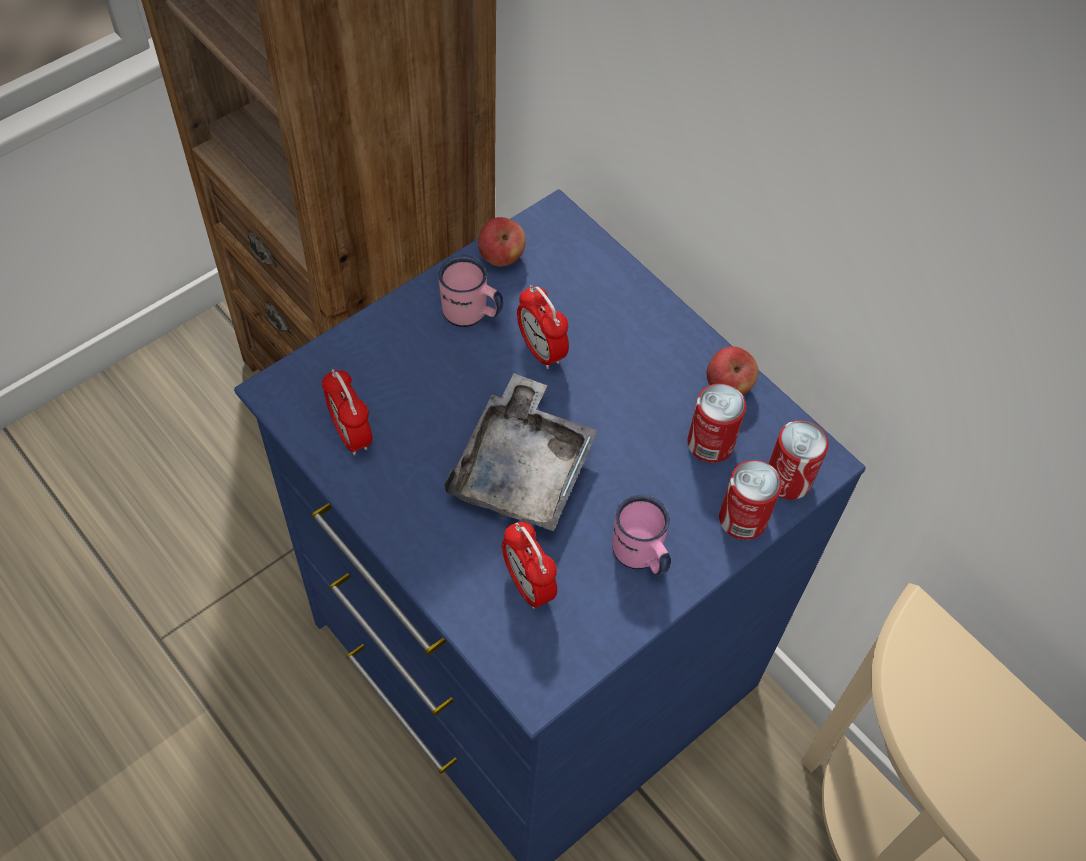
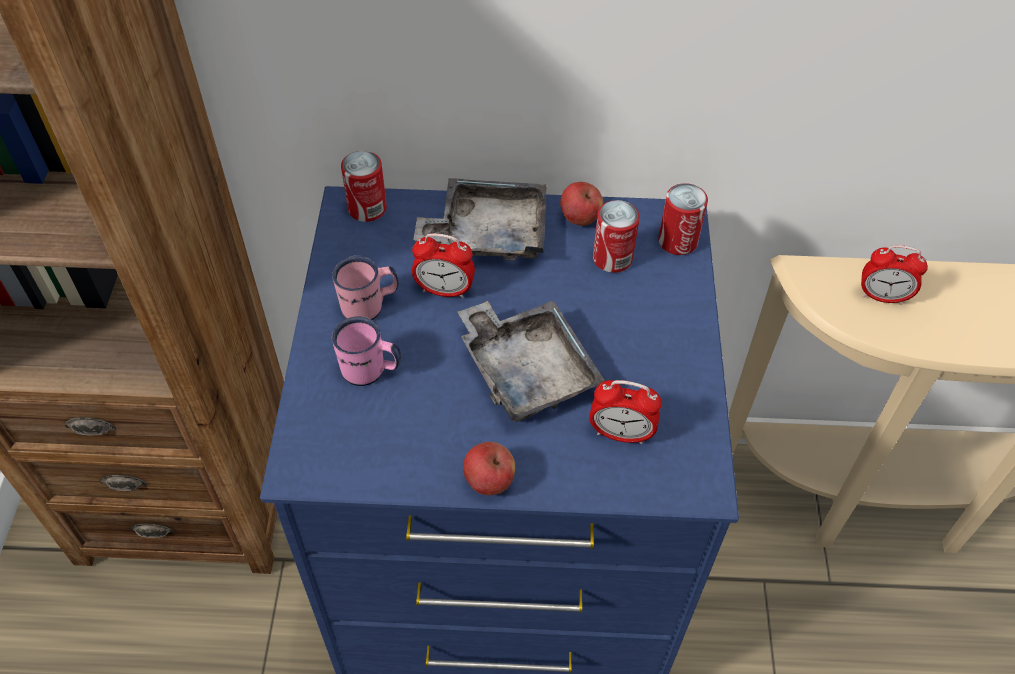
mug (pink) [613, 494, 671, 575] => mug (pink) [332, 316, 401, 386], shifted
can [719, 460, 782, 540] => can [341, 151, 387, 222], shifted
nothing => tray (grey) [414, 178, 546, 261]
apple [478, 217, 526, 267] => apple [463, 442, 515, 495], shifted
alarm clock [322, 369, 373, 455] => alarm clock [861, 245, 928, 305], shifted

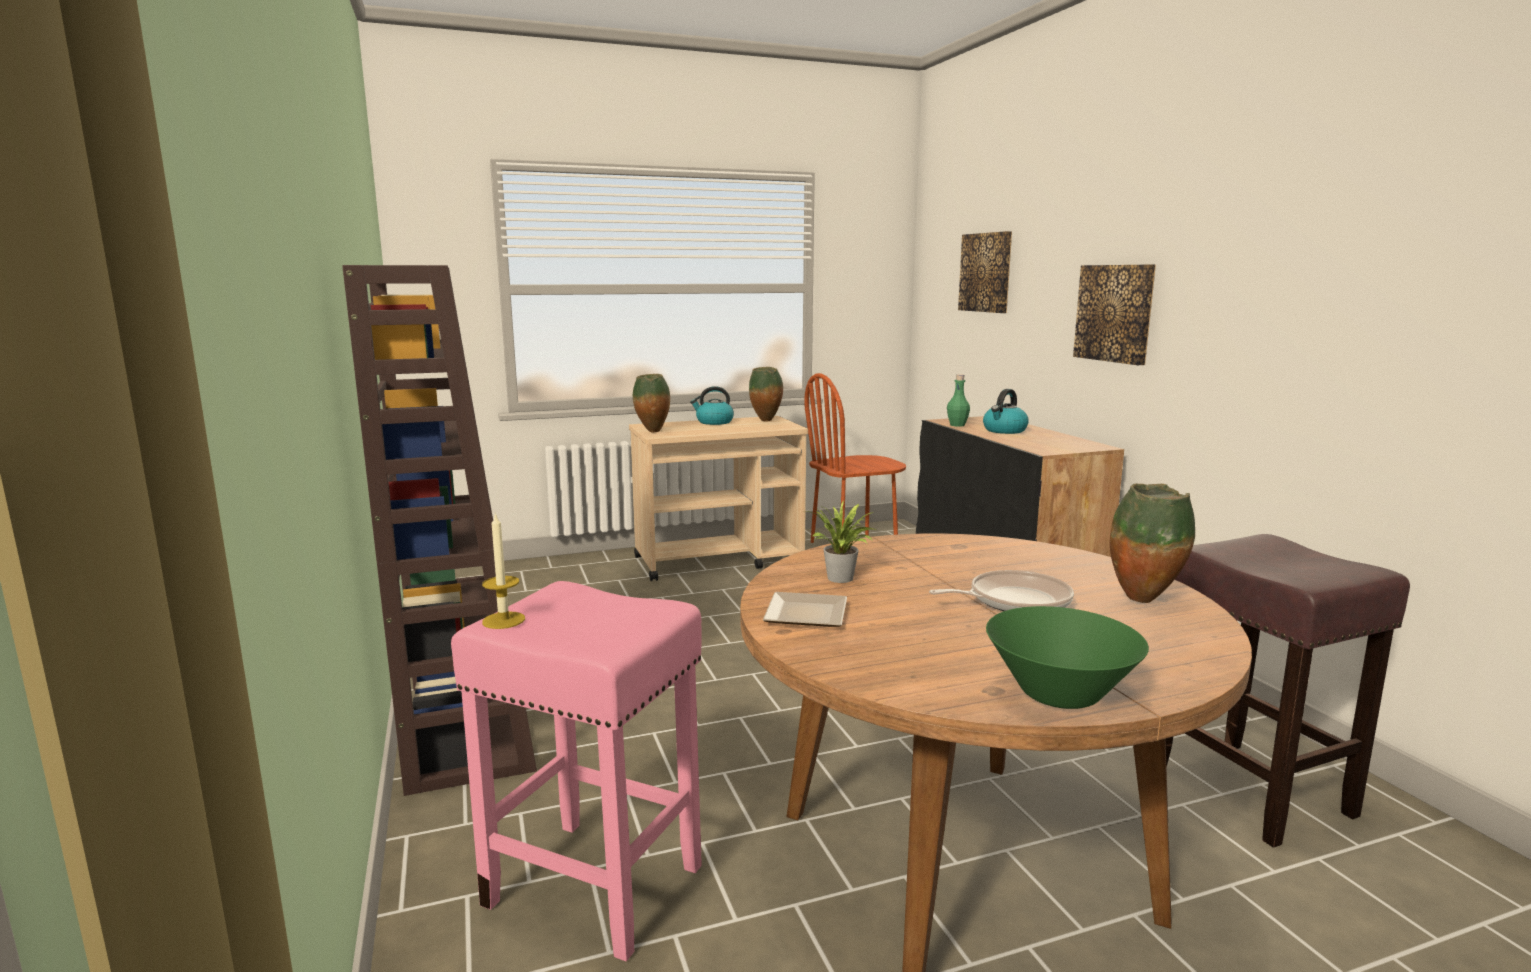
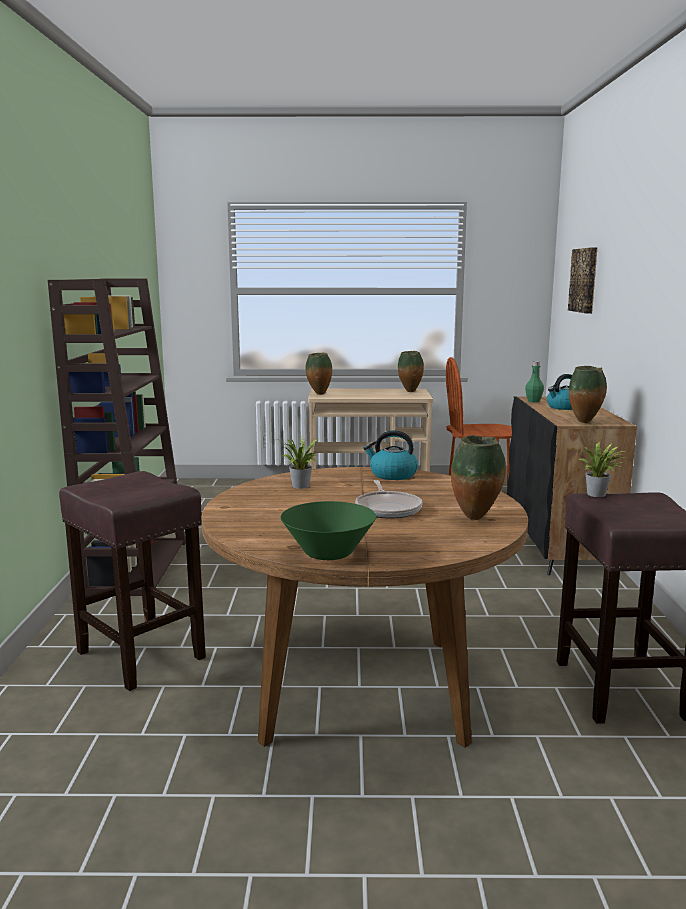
stool (pink) [451, 581, 702, 962] => stool (brown) [59, 471, 206, 691]
frying pan [929, 570, 1074, 611] => frying pan [355, 480, 423, 519], 75 degrees clockwise
kettle [690, 386, 734, 425] => kettle [363, 430, 418, 480], shifted
nothing => vase [569, 366, 607, 423]
nothing => potted plant [579, 442, 626, 497]
candle [482, 512, 525, 629] => nothing
plate [763, 592, 847, 627] => nothing
picture [1073, 264, 1156, 365] => nothing

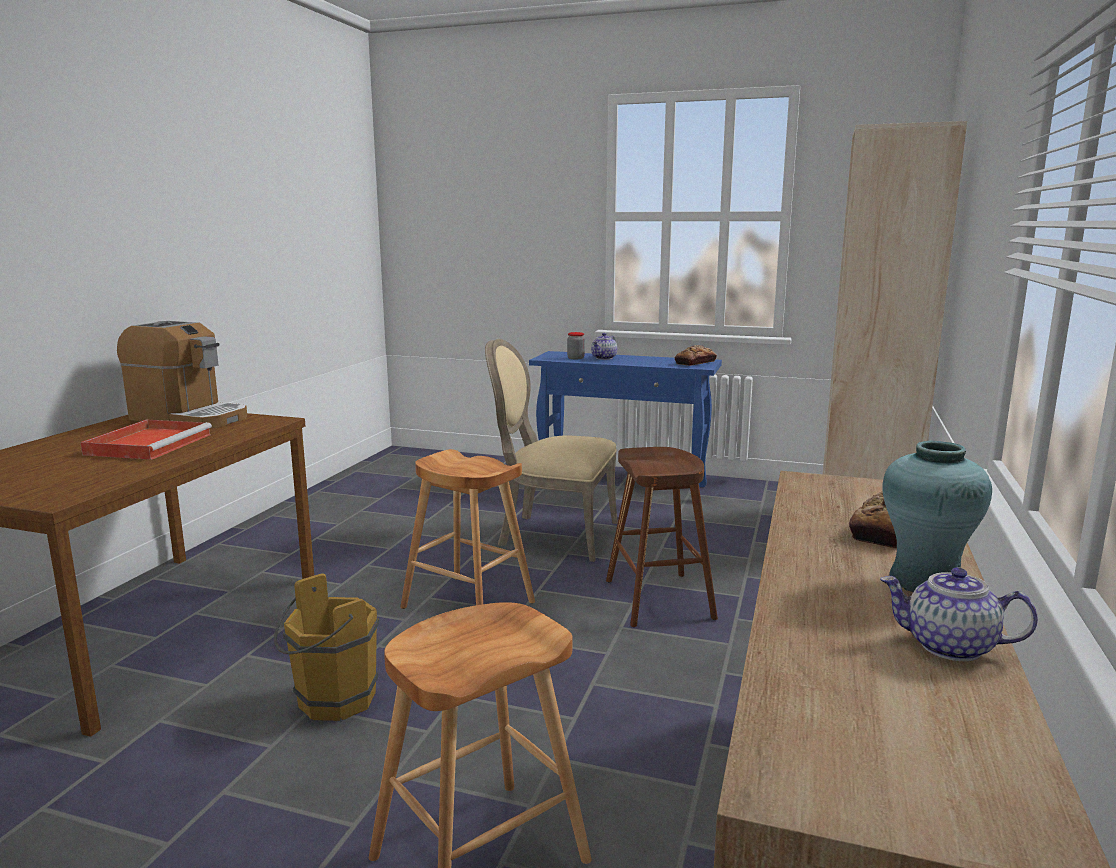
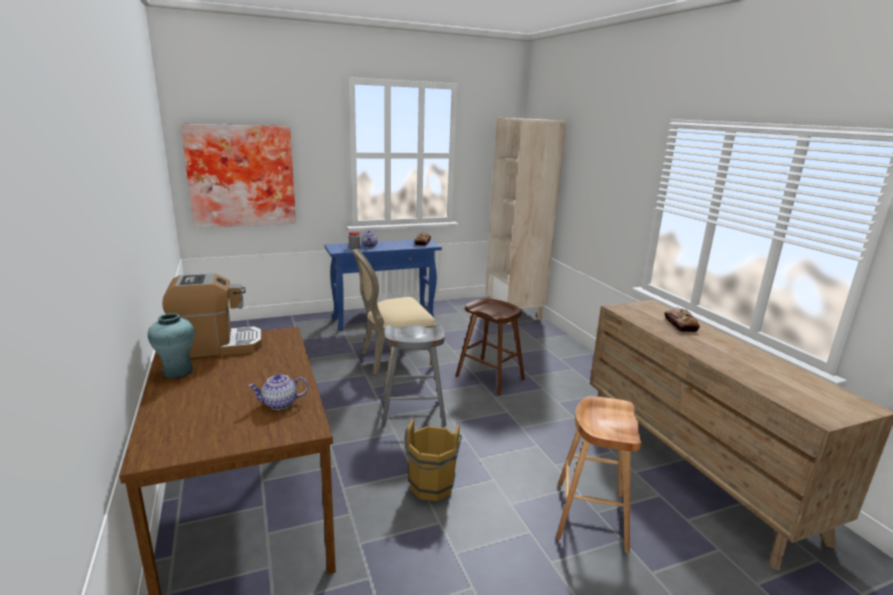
vase (turquoise) [883, 441, 992, 592] => vase (turquoise) [148, 313, 195, 378], shifted
nothing => picture [181, 124, 296, 228]
teapot [880, 567, 1038, 661] => teapot [248, 374, 308, 410], shifted
stool (brown) [400, 449, 535, 609] => stool (grey) [381, 325, 446, 428]
tray (red) [80, 420, 212, 460] => nothing

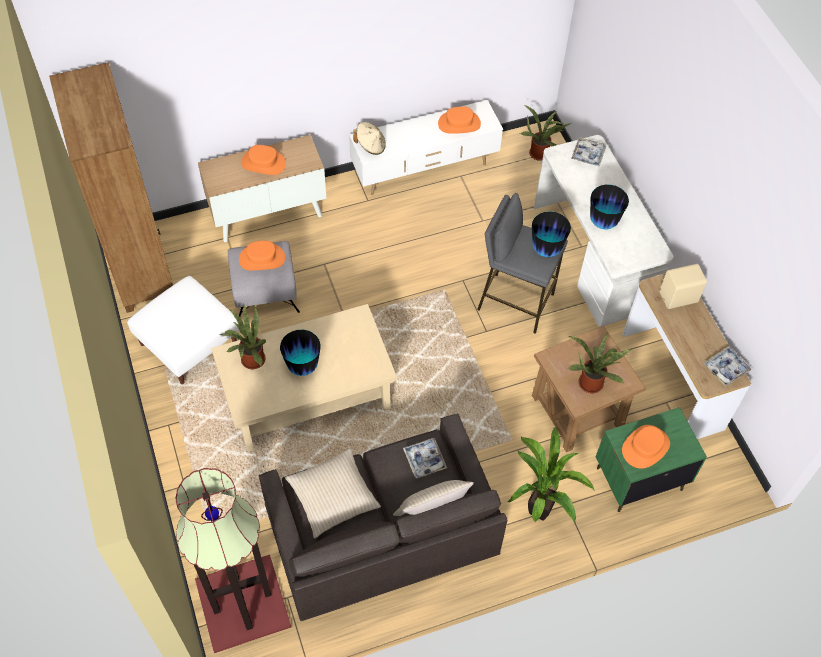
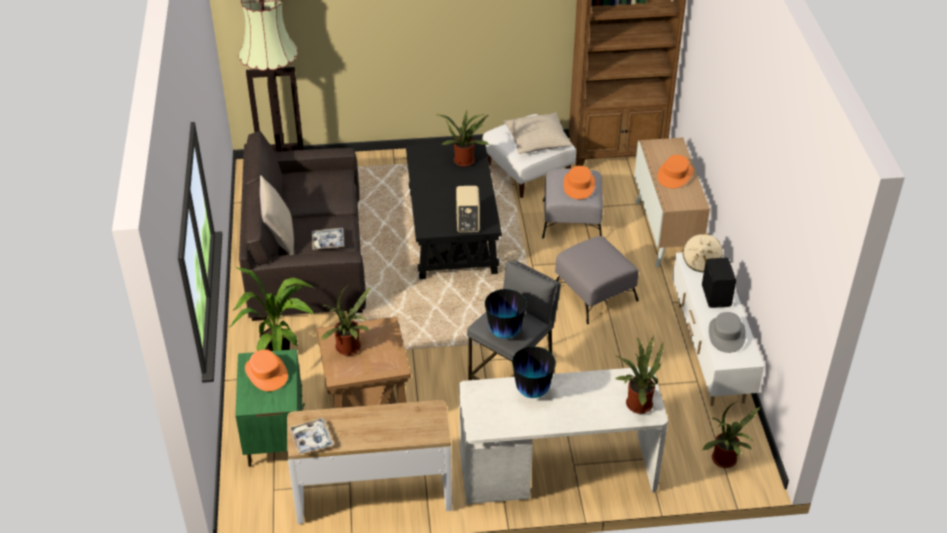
coffee table (beige) [211, 304, 397, 452] => coffee table (black) [406, 143, 502, 279]
speaker (beige) [660, 264, 707, 309] => speaker (beige) [456, 186, 480, 232], shifted
pillow (beige) [285, 448, 381, 538] => pillow (beige) [504, 112, 572, 154], shifted
nothing => ottoman (grey) [555, 236, 639, 324]
tray [571, 137, 607, 167] => potted plant [615, 336, 663, 414]
nothing => speaker (black) [702, 258, 736, 308]
hat (orange) [438, 107, 481, 134] => hat (grey) [709, 312, 746, 353]
vase [280, 330, 320, 376] => nothing

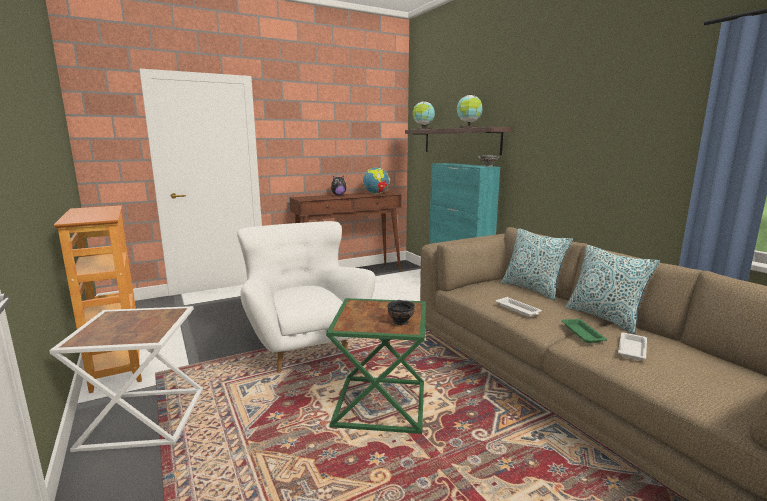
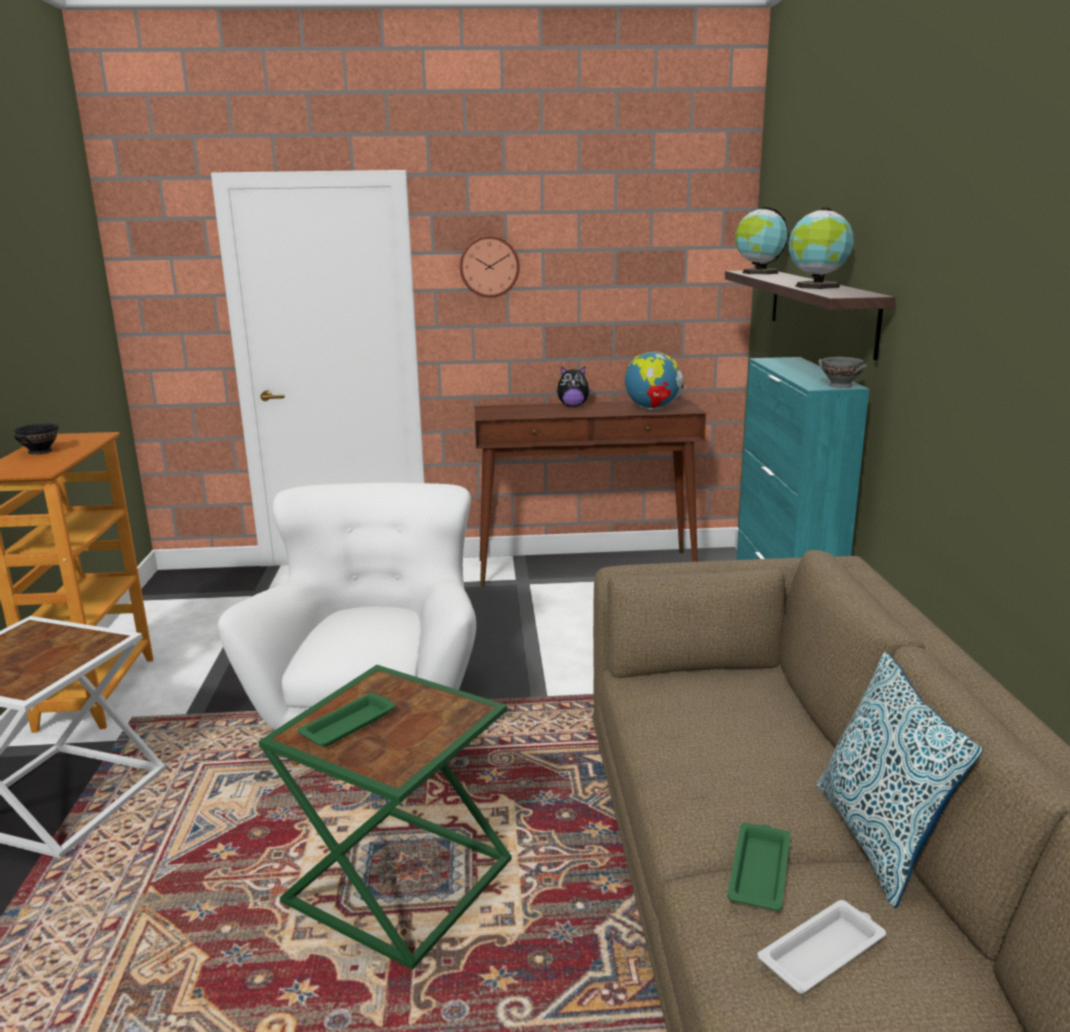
bowl (black) [387, 300, 415, 325] => bowl (black) [14, 423, 58, 455], shifted
nothing => tray (green) [298, 693, 396, 746]
nothing => wall clock [460, 235, 520, 298]
tray (white) [496, 297, 542, 317] => nothing
pillow [502, 229, 573, 300] => nothing

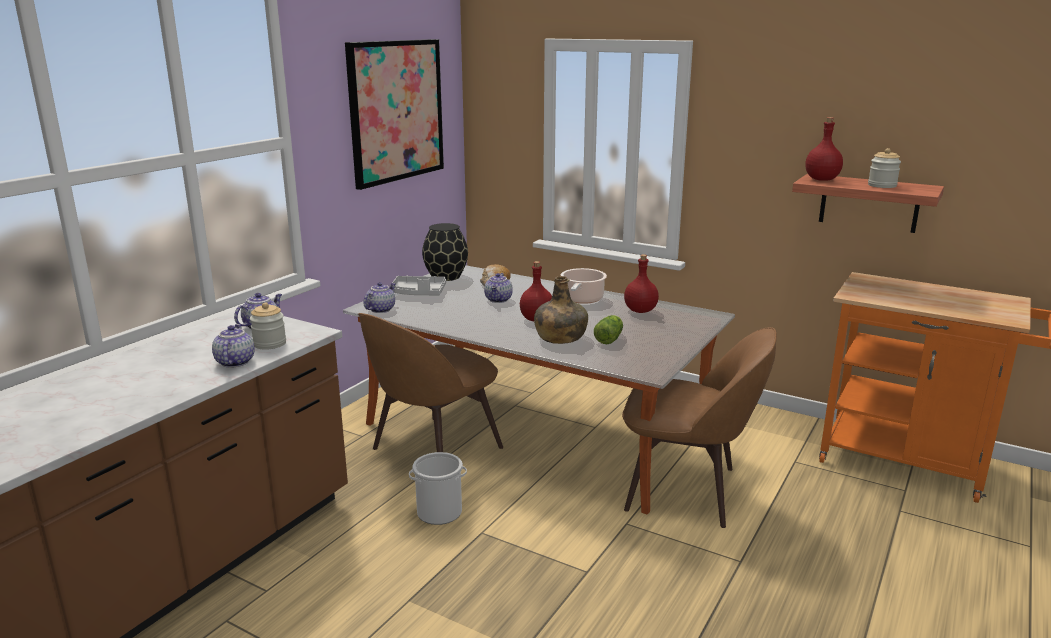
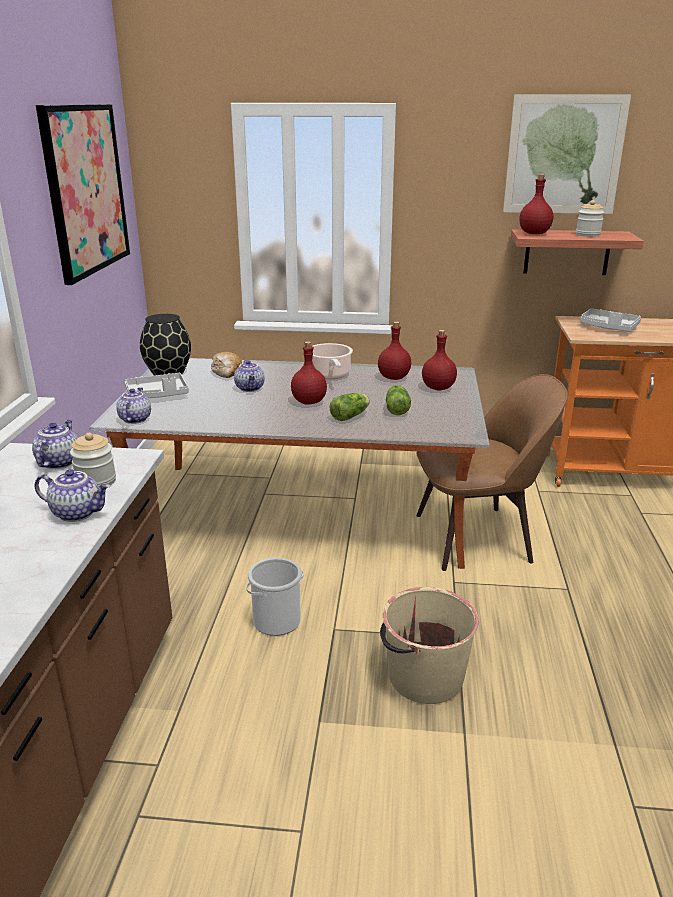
teapot [212, 324, 255, 368] => teapot [35, 469, 110, 522], 135 degrees clockwise
bottle (green) [534, 276, 588, 344] => lettuce [329, 393, 370, 421]
nothing => bucket (beige) [380, 587, 479, 704]
nothing => bottle (red) [422, 330, 457, 390]
nothing => picture [503, 94, 631, 214]
nothing => tray (grey) [580, 309, 641, 332]
chair (brown) [358, 313, 503, 452] => nothing

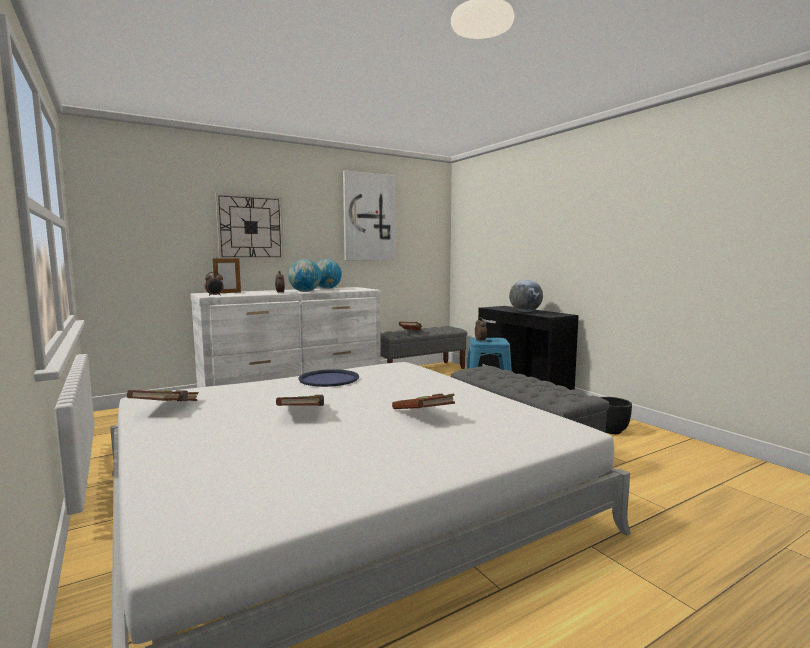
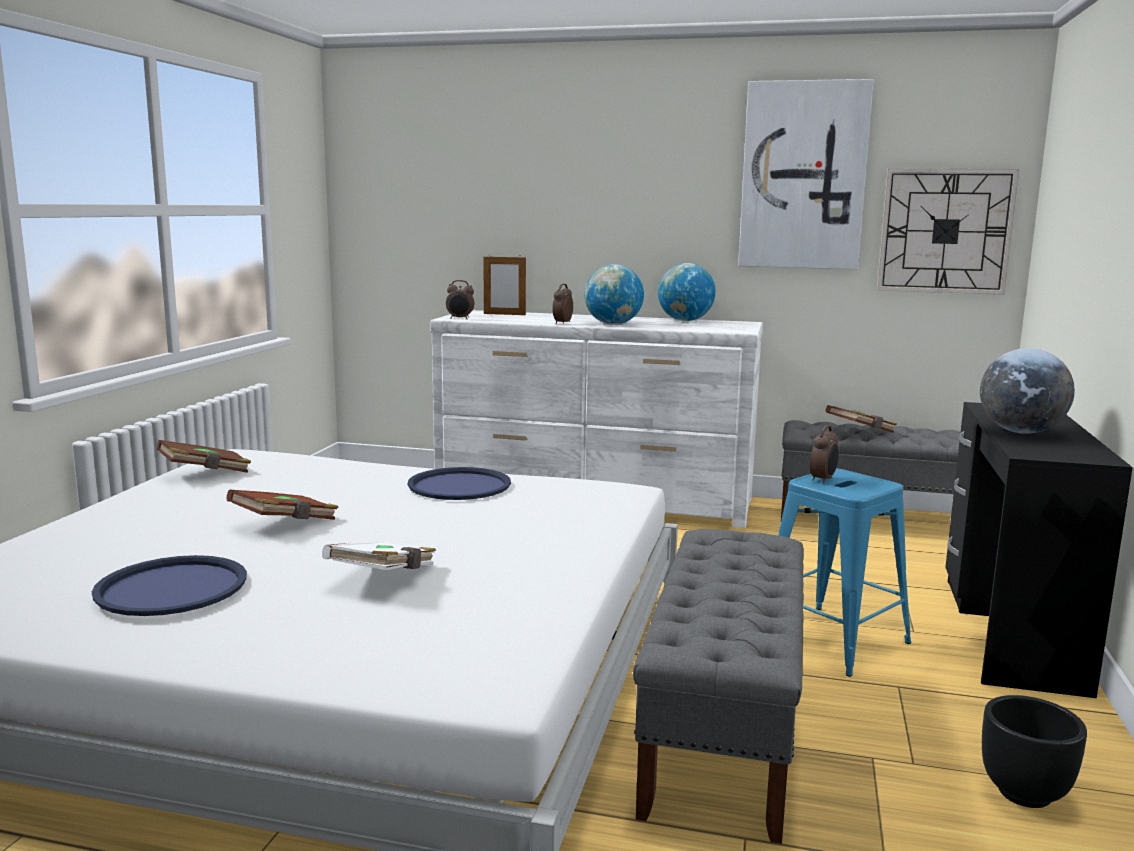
nothing => tray (blue) [92, 555, 247, 616]
book (brown) [392, 394, 455, 409] => book (white) [322, 542, 436, 570]
wall clock [215, 193, 284, 260] => wall clock [877, 169, 1019, 295], shifted

